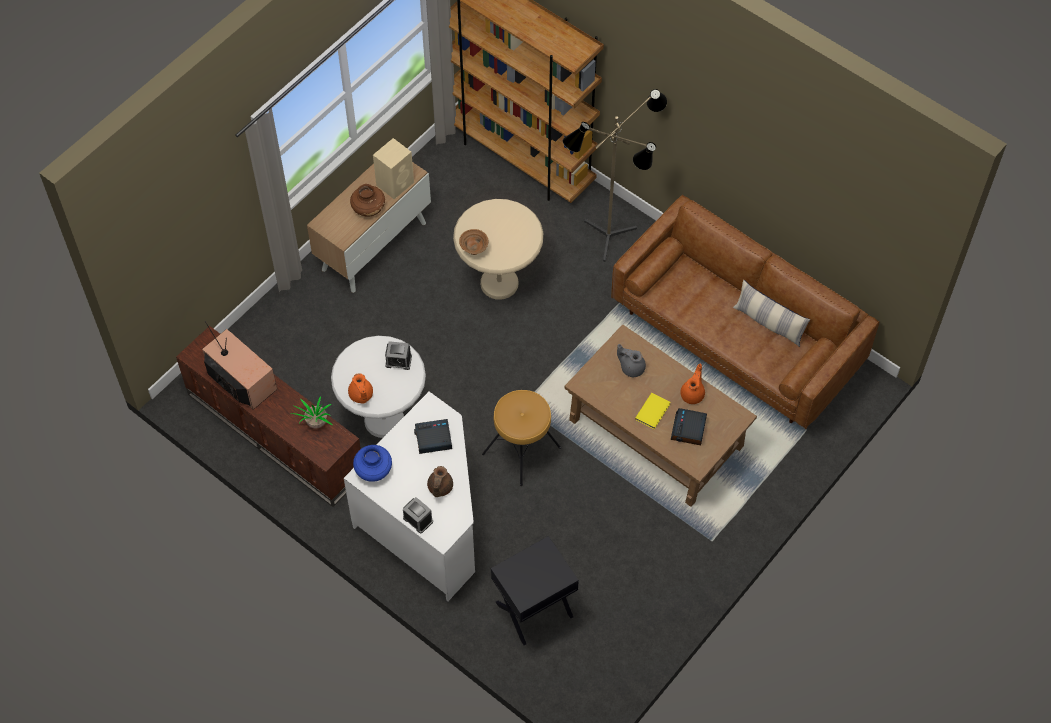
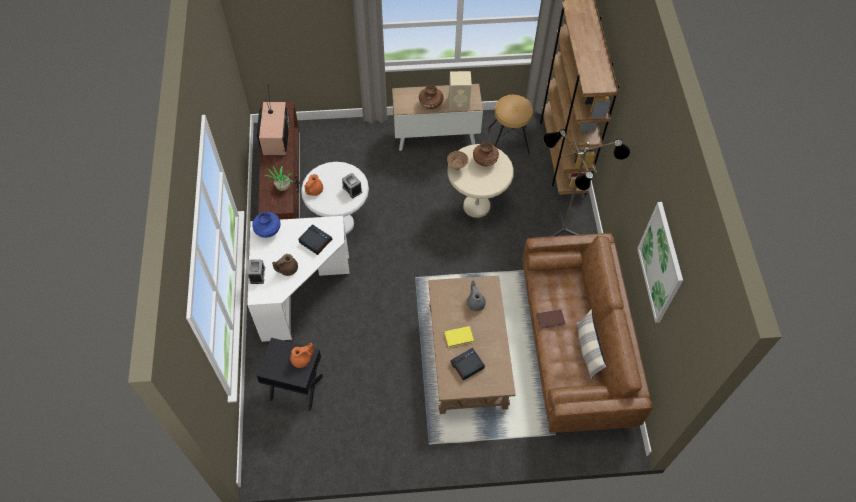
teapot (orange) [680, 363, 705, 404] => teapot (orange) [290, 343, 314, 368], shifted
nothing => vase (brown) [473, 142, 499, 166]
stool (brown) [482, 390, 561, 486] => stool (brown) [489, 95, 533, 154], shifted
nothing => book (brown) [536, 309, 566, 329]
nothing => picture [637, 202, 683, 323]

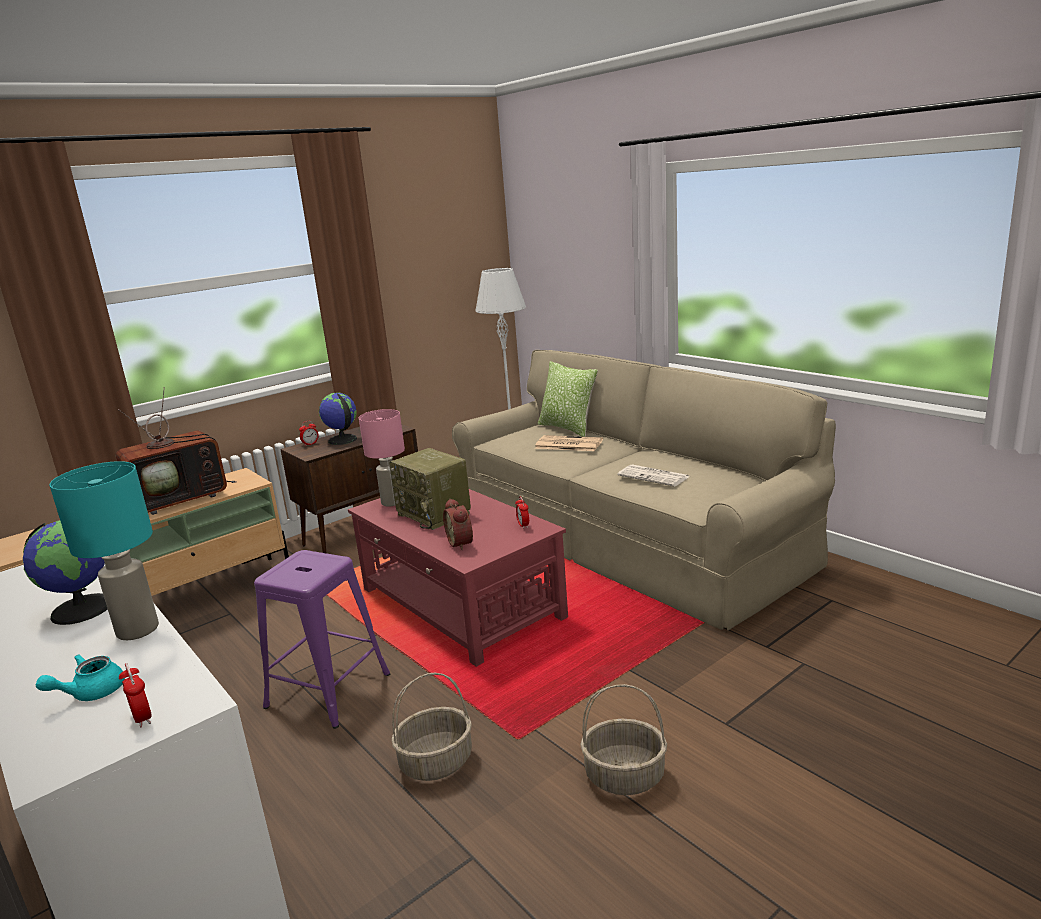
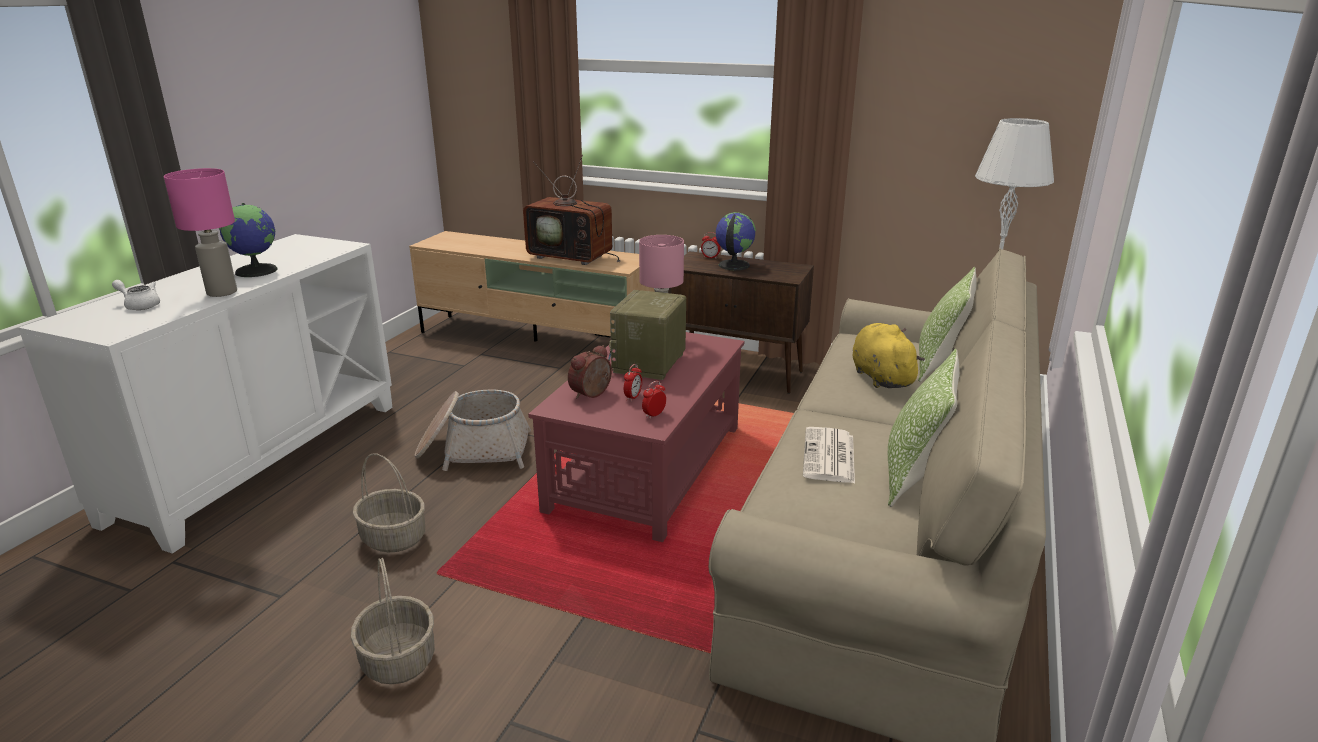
teapot (turquoise) [36, 654, 125, 701] => teapot (white) [112, 280, 160, 310]
table lamp (turquoise) [49, 461, 159, 640] => table lamp (pink) [164, 168, 237, 297]
stool (purple) [254, 550, 390, 729] => basket [415, 390, 531, 471]
alarm clock [119, 663, 152, 728] => alarm clock [624, 364, 642, 401], shifted
newspaper [535, 435, 603, 451] => plush toy (yellow) [853, 323, 925, 388]
nothing => pillow [888, 349, 959, 507]

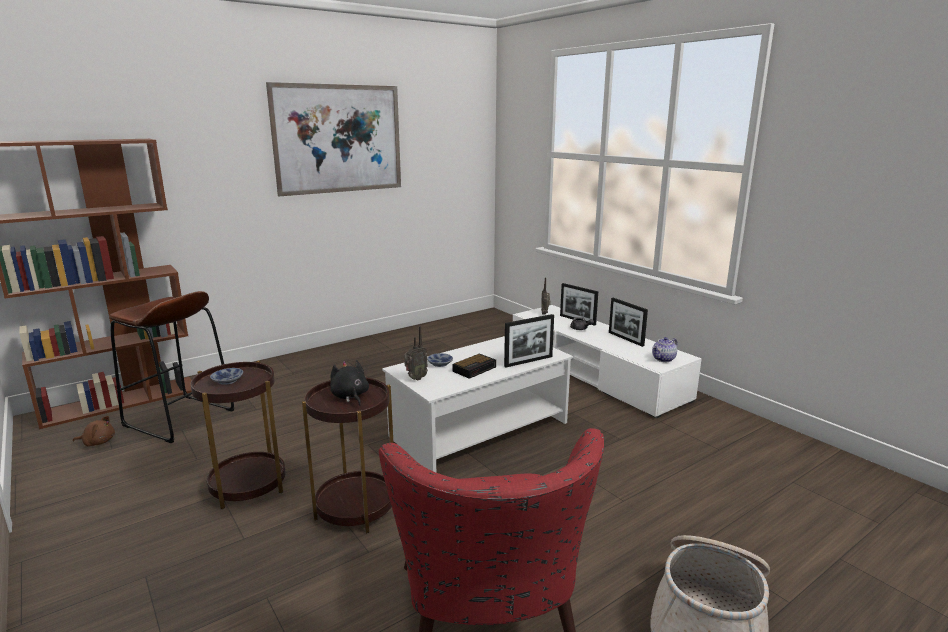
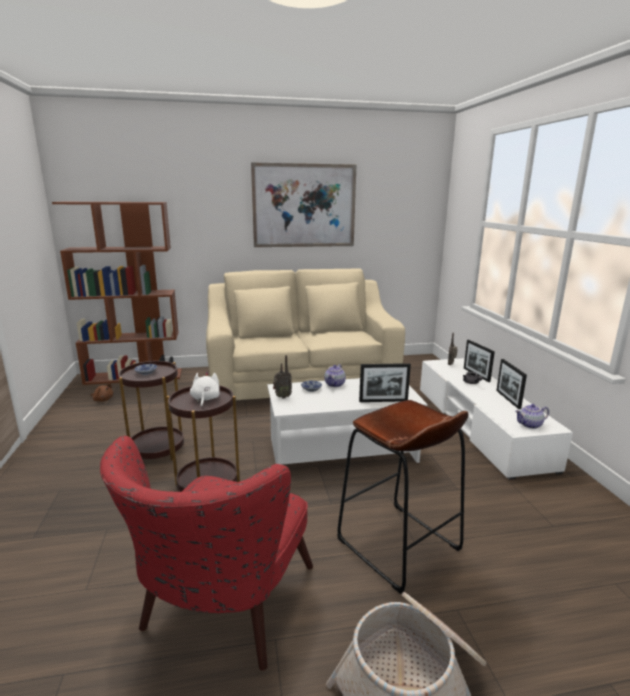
plush toy (black) [330, 360, 369, 406] => plush toy (white) [190, 372, 220, 407]
nothing => sofa (beige) [206, 268, 405, 400]
nothing => teapot [324, 364, 346, 387]
stool (brown) [109, 291, 234, 443] => stool (brown) [337, 400, 468, 594], shifted
alarm clock [453, 353, 496, 379] => nothing

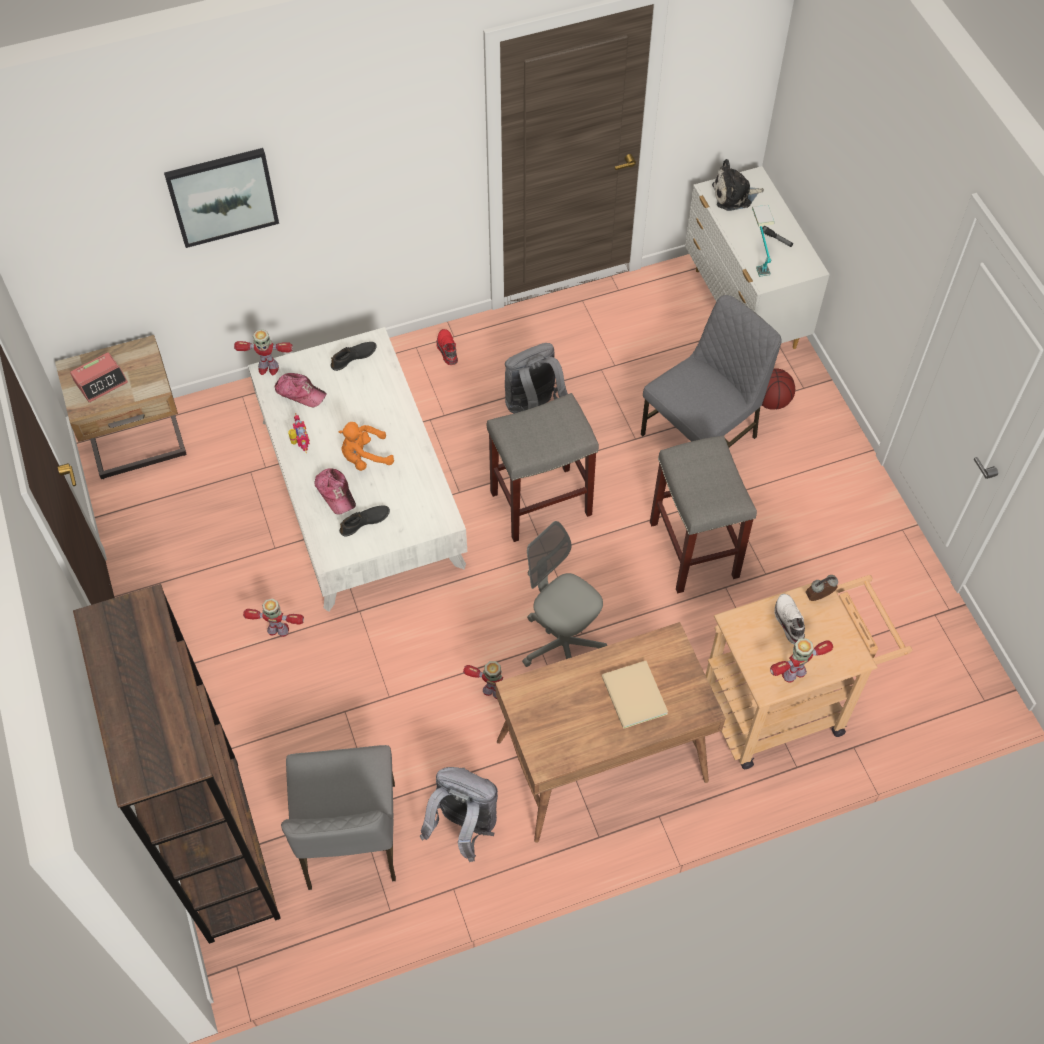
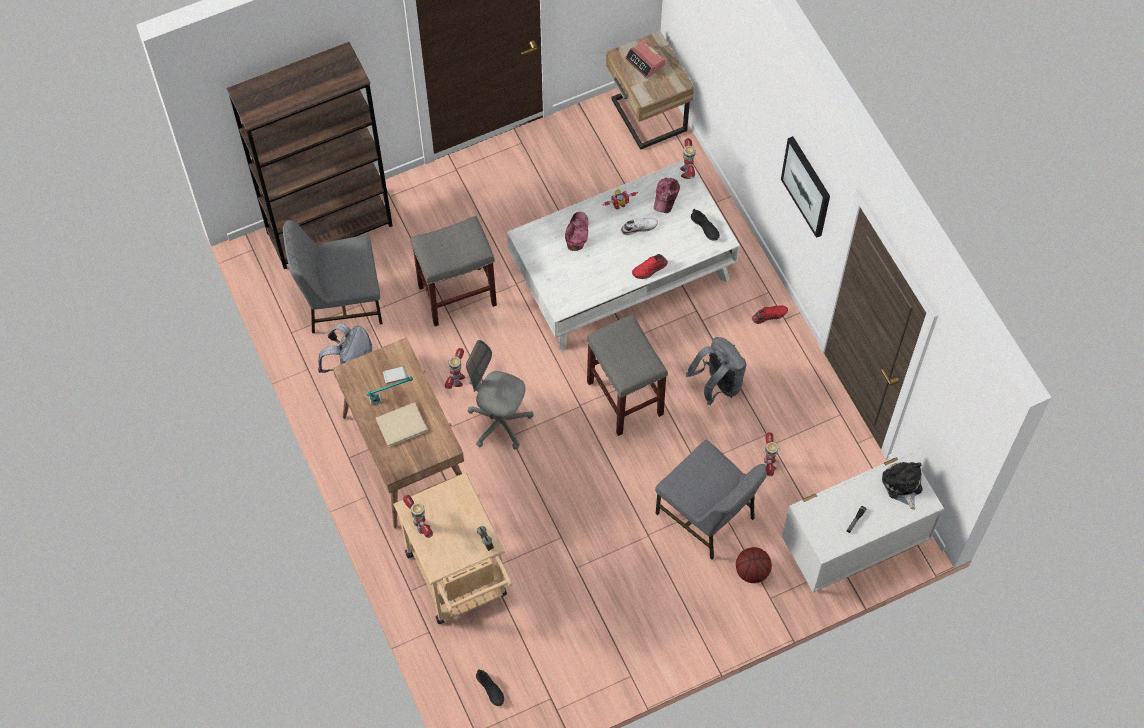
table lamp [752, 205, 774, 277] => table lamp [367, 366, 413, 405], shifted
stool (grey) [650, 435, 757, 593] => stool (grey) [410, 216, 497, 326], shifted
office chair (grey) [522, 521, 607, 667] => office chair (grey) [466, 340, 533, 450], 105 degrees counterclockwise
shoe (black) [339, 506, 390, 537] => shoe (black) [476, 669, 504, 706], shifted
cap [314, 468, 356, 515] => cap [565, 212, 588, 251], 135 degrees clockwise
shoe (white) [775, 594, 805, 644] => shoe (white) [621, 218, 658, 235], shifted
nothing => shoe (red) [632, 254, 668, 279]
toy robot [243, 599, 304, 637] => toy robot [764, 432, 779, 476], shifted
picture [164, 148, 279, 248] => picture [781, 136, 830, 238], shifted
plush toy (orange) [338, 422, 394, 471] => nothing

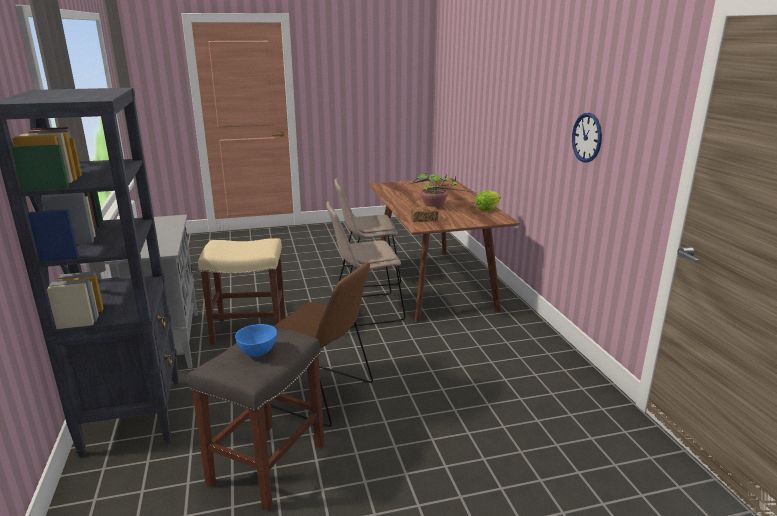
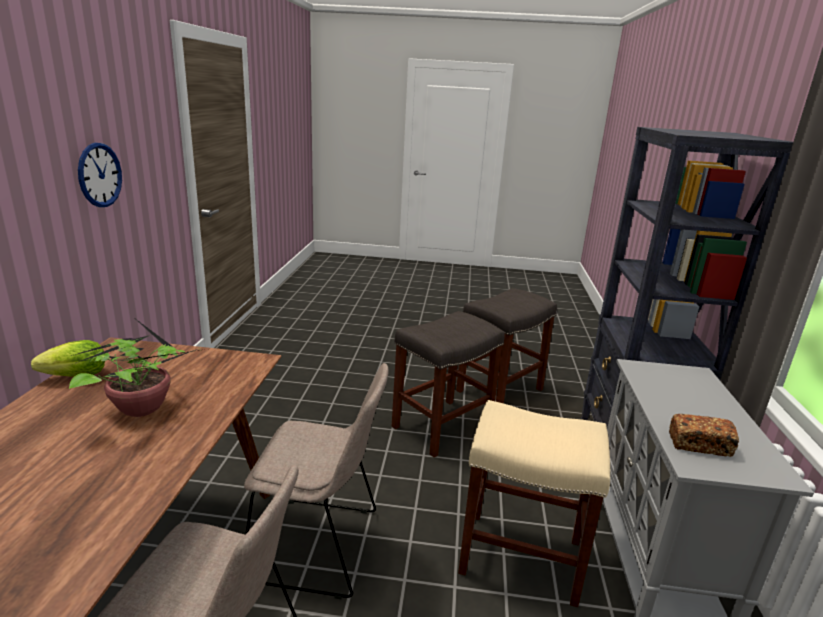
chair (brown) [271, 262, 373, 427] => stool (grey) [392, 311, 505, 458]
bread [411, 206, 439, 222] => bread [669, 414, 739, 457], shifted
bowl (blue) [235, 324, 277, 357] => nothing

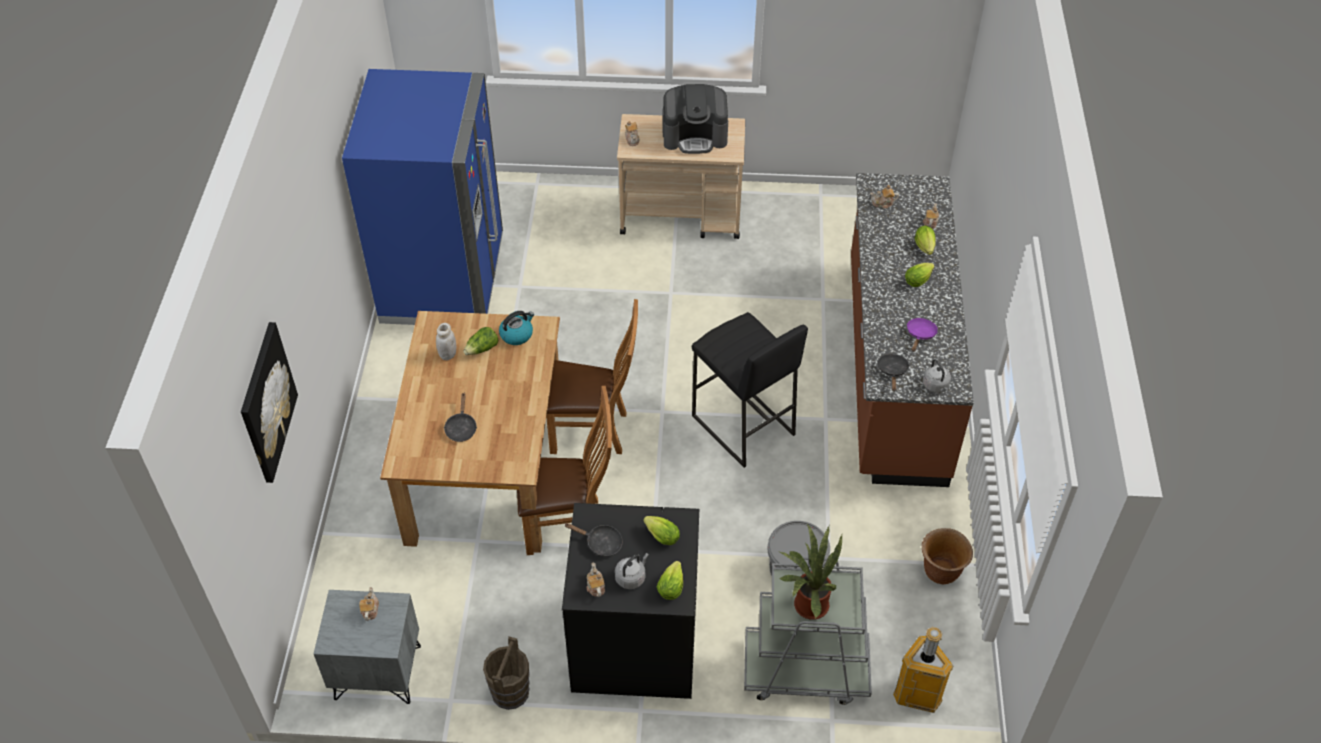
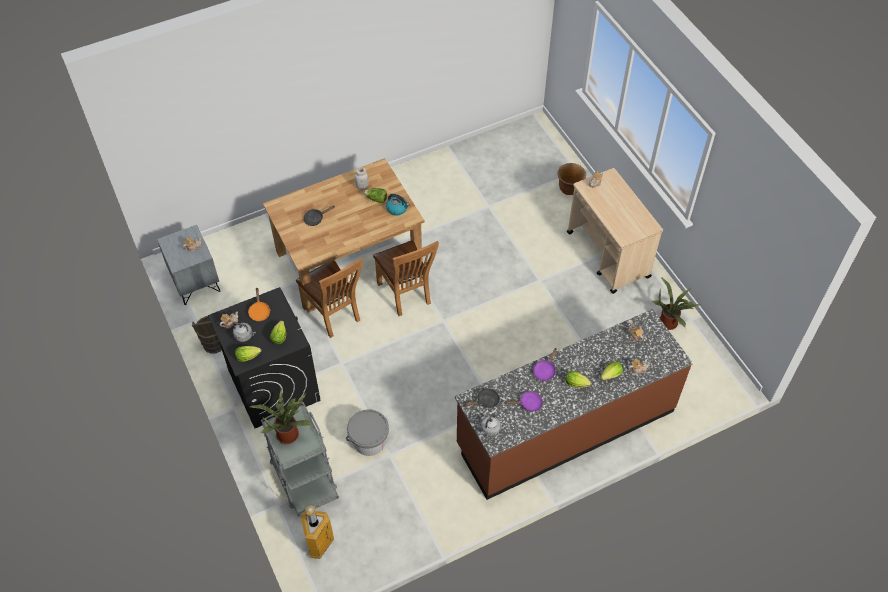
frying pan (black) [564, 523, 623, 556] => frying pan (orange) [248, 288, 270, 321]
nothing => frying pan (purple) [533, 348, 557, 381]
planter (brown) [922, 528, 973, 584] => planter (brown) [558, 163, 586, 195], shifted
nothing => potted plant [653, 277, 701, 330]
picture [241, 322, 298, 483] => nothing
fridge (blue) [342, 69, 503, 325] => nothing
coffee machine [663, 84, 728, 154] => nothing
stool (black) [692, 312, 808, 468] => nothing

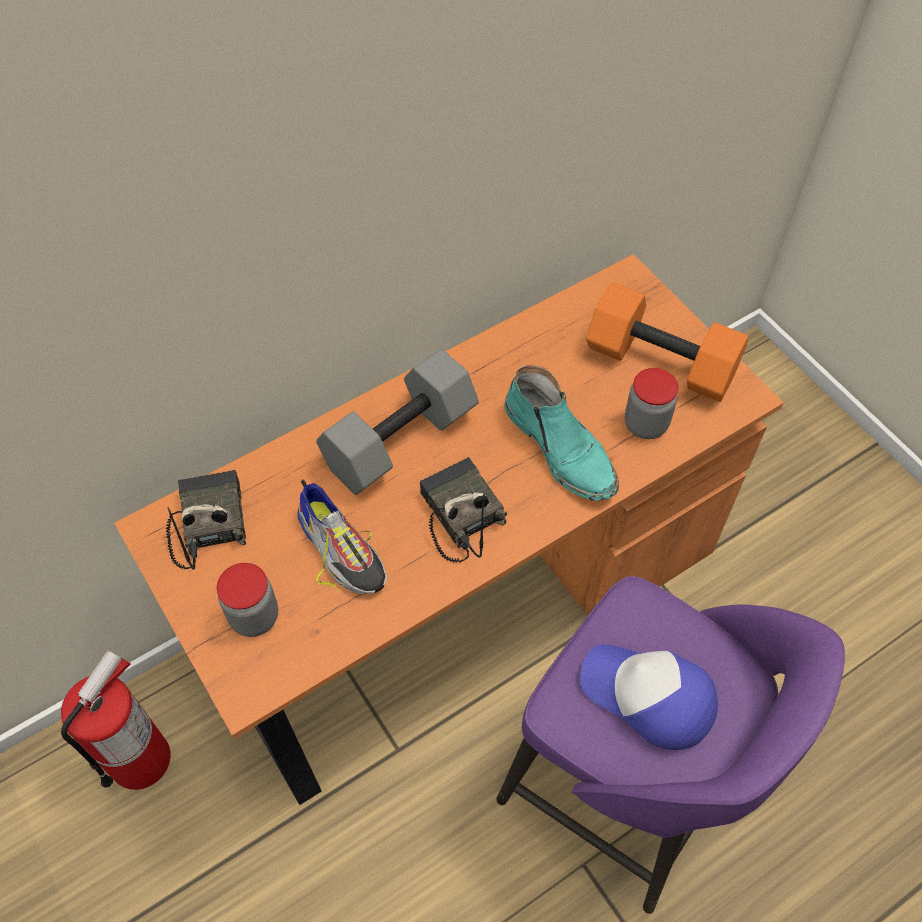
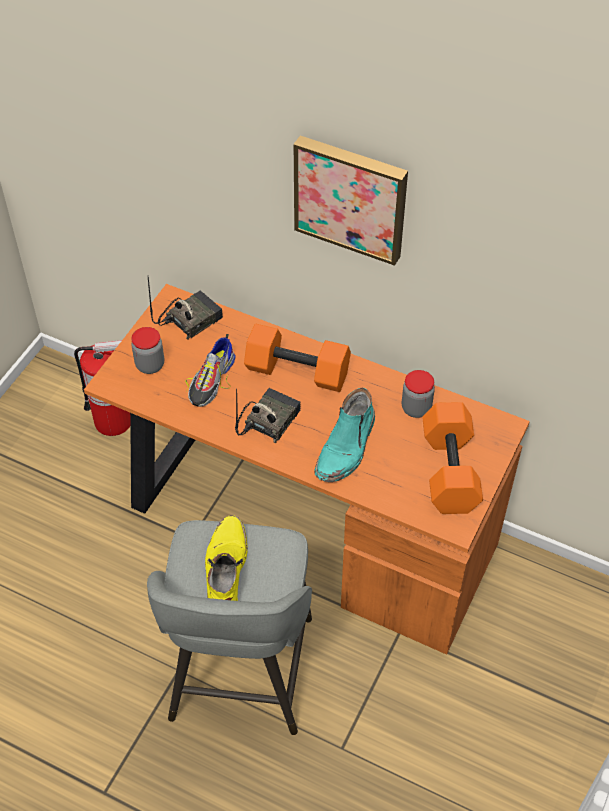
stool (purple) [496, 576, 845, 914] => stool (grey) [147, 520, 312, 735]
cap [580, 644, 718, 750] => boot (yellow) [205, 515, 248, 601]
dumbbell (grey) [316, 349, 479, 495] => dumbbell (orange) [244, 324, 351, 392]
nothing => picture [294, 136, 408, 266]
jar [625, 368, 679, 439] => jar [402, 370, 435, 418], shifted

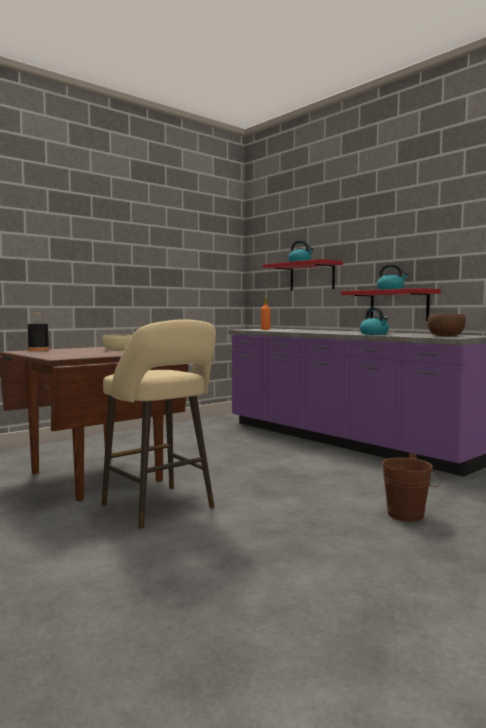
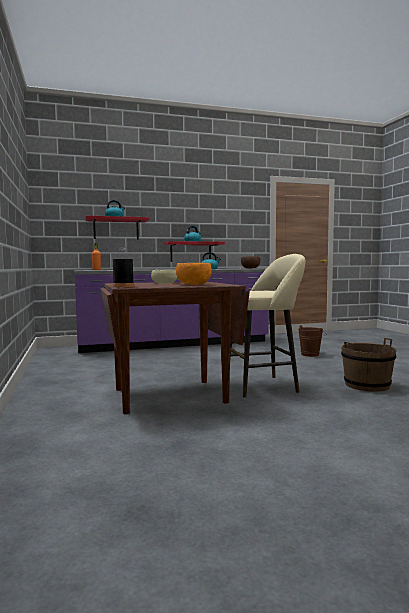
nothing => bowl (orange) [176, 263, 212, 285]
nothing => bucket (brown) [341, 338, 396, 392]

